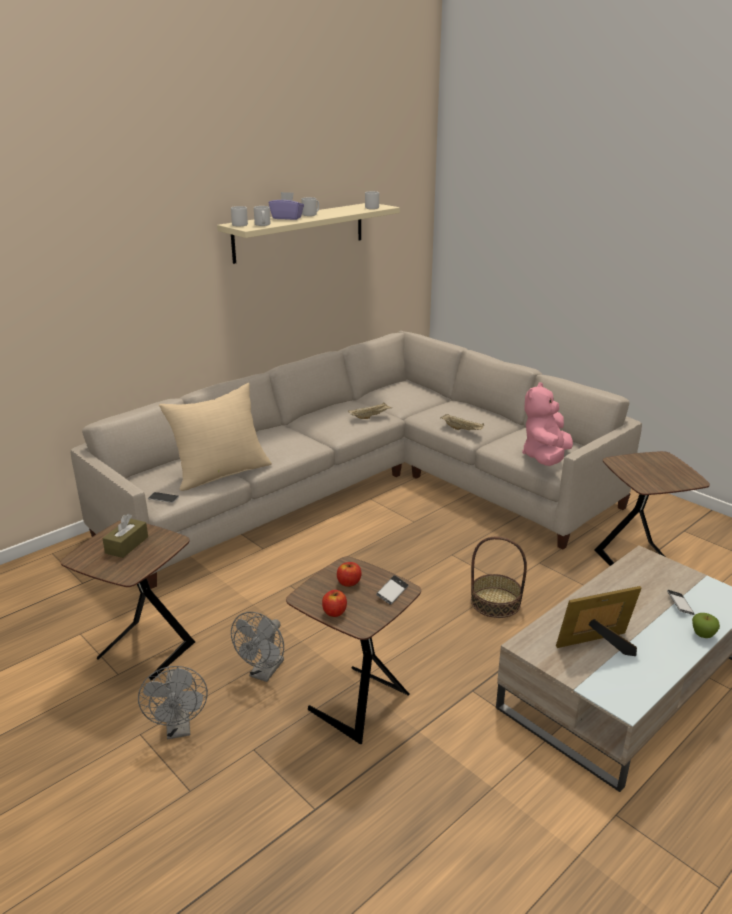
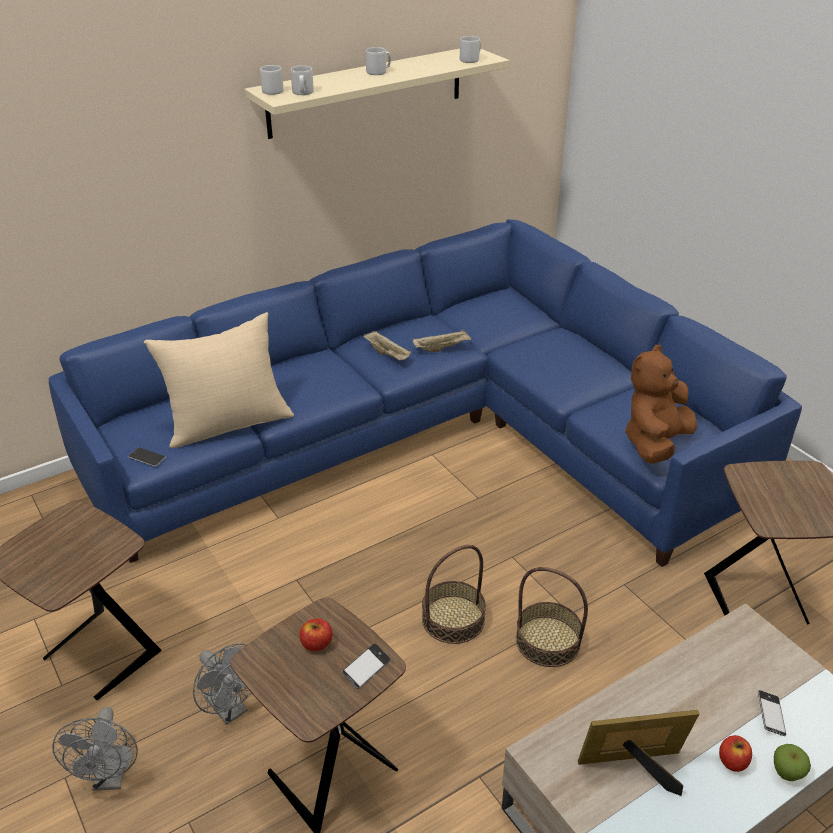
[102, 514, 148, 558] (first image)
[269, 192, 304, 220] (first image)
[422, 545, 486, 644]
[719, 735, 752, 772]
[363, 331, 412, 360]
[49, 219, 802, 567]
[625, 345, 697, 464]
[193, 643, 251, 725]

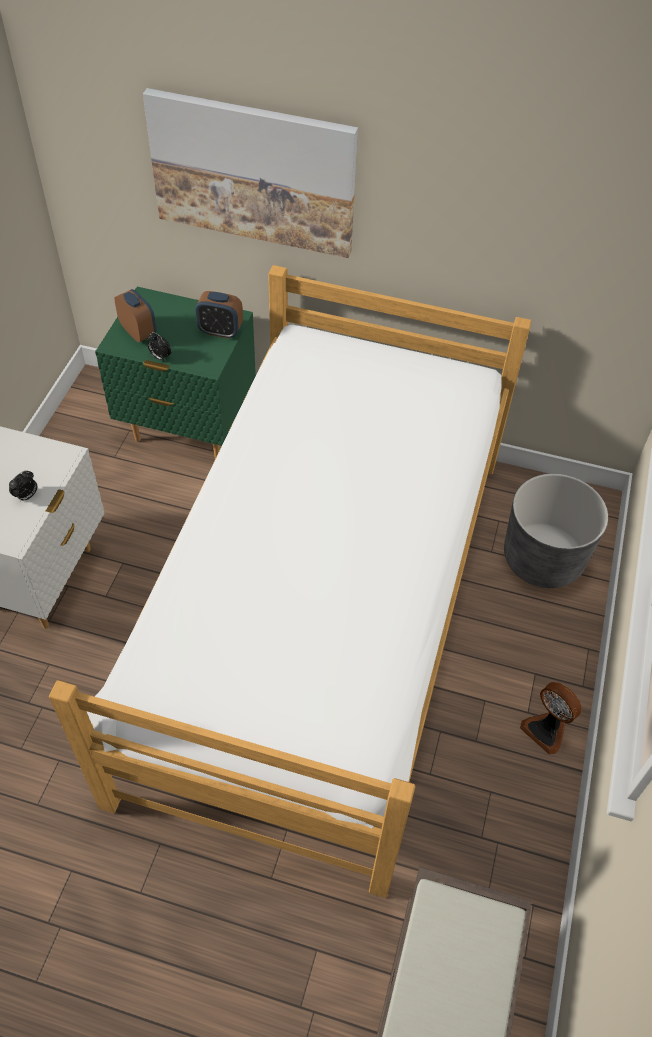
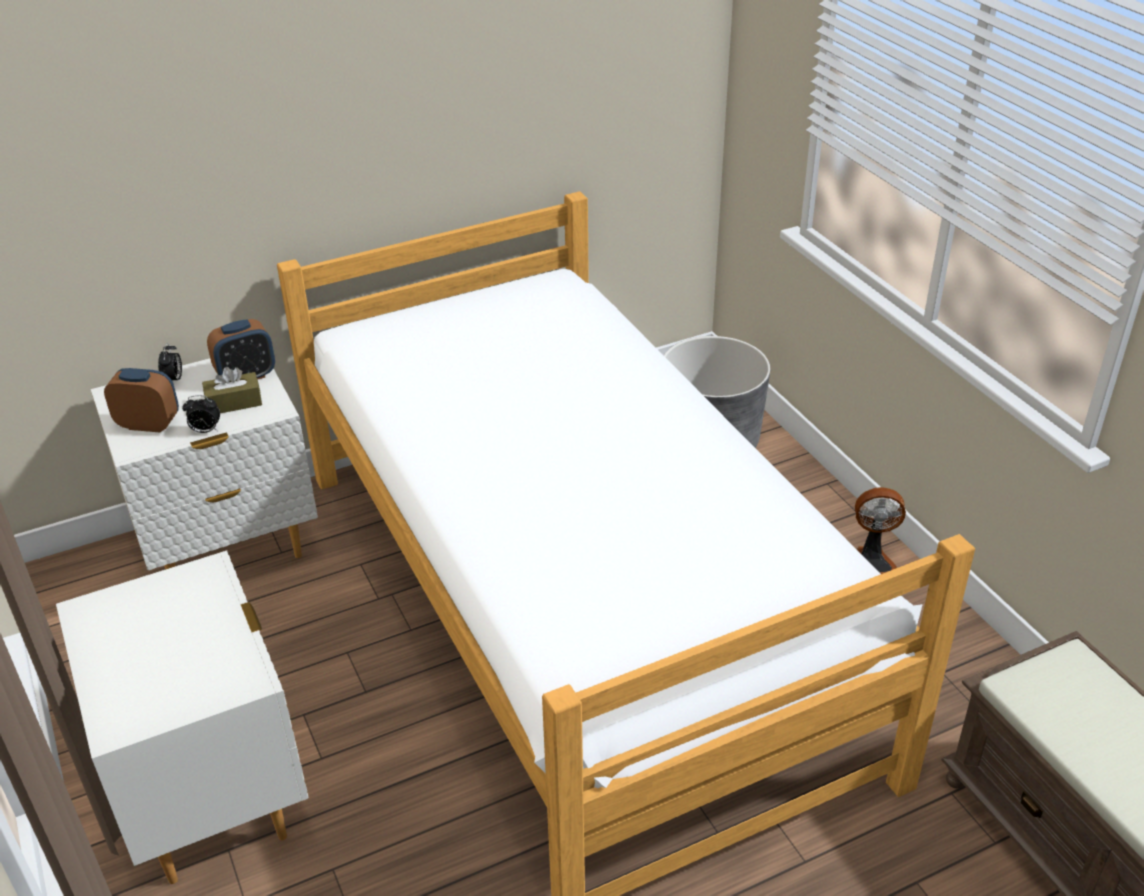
[143, 88, 358, 258] (first image)
[202, 367, 262, 413]
[158, 343, 182, 382]
[91, 358, 318, 570]

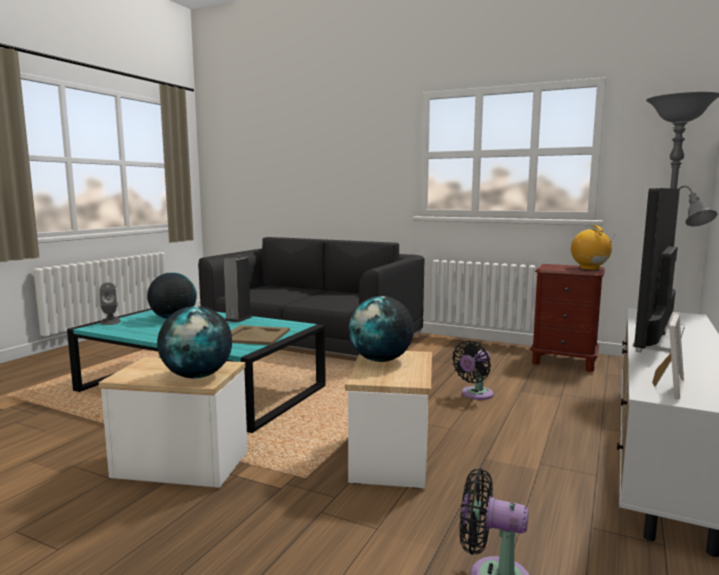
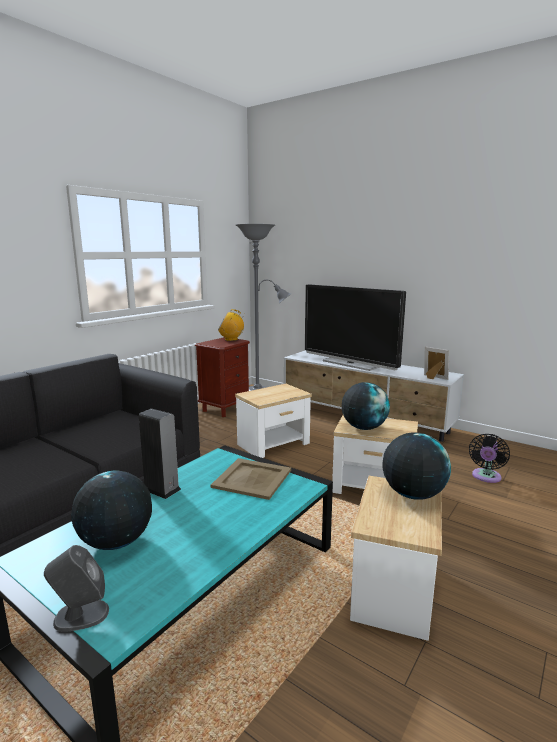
[235, 384, 312, 458]

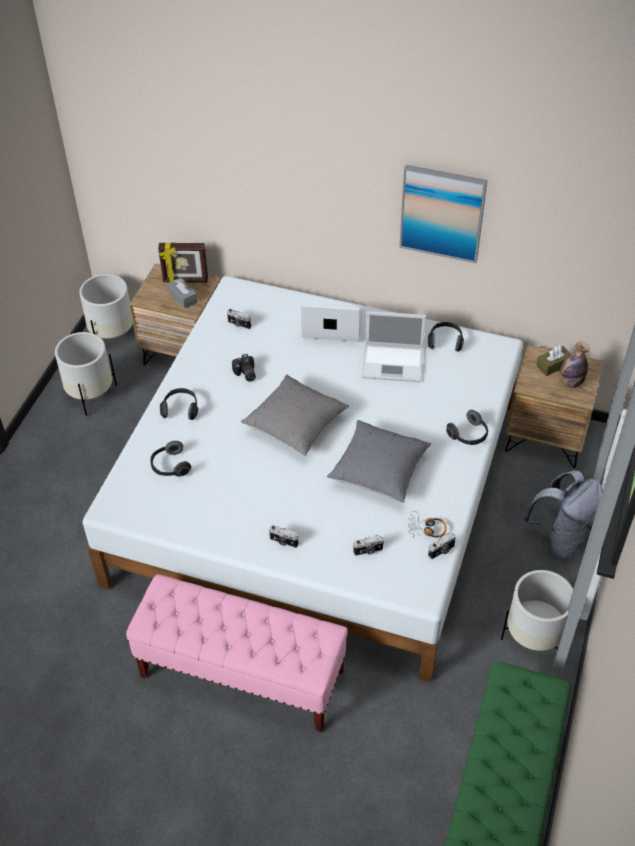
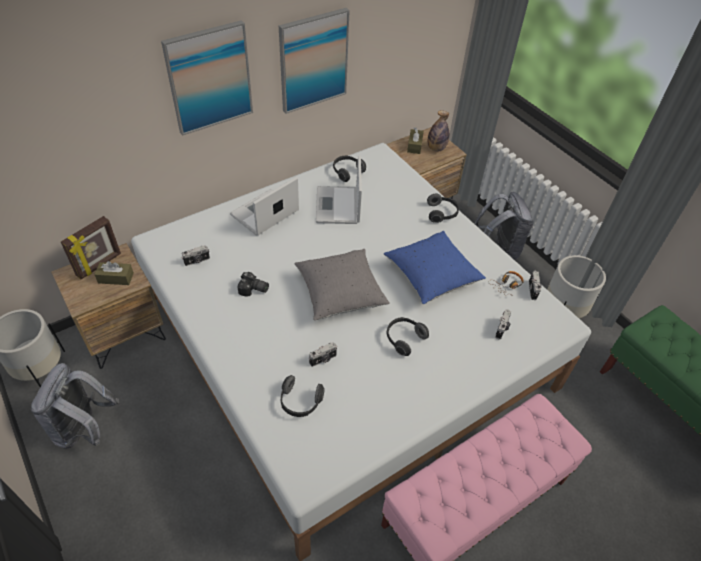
[161, 20, 253, 136]
[386, 317, 429, 356]
[309, 342, 337, 367]
[31, 363, 119, 449]
[94, 261, 134, 285]
[384, 231, 486, 304]
[316, 156, 362, 224]

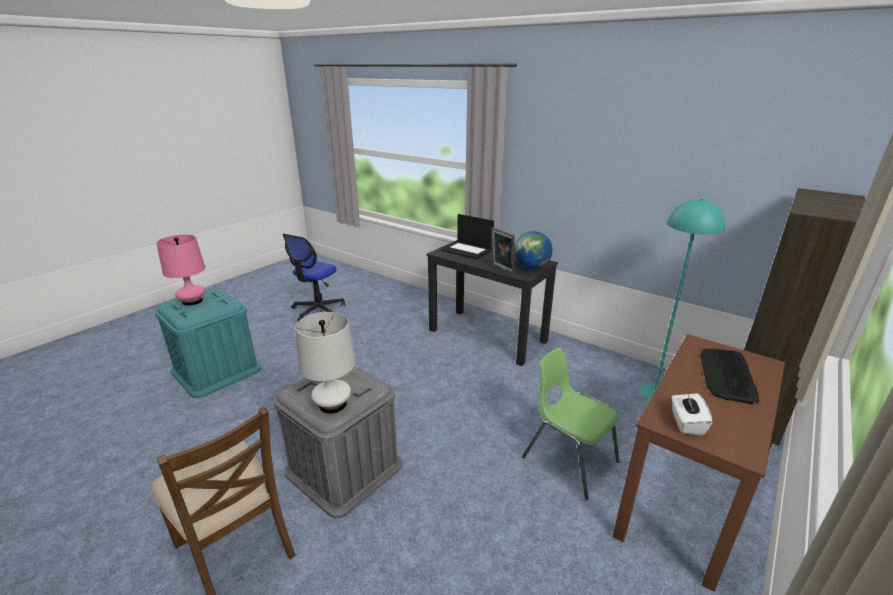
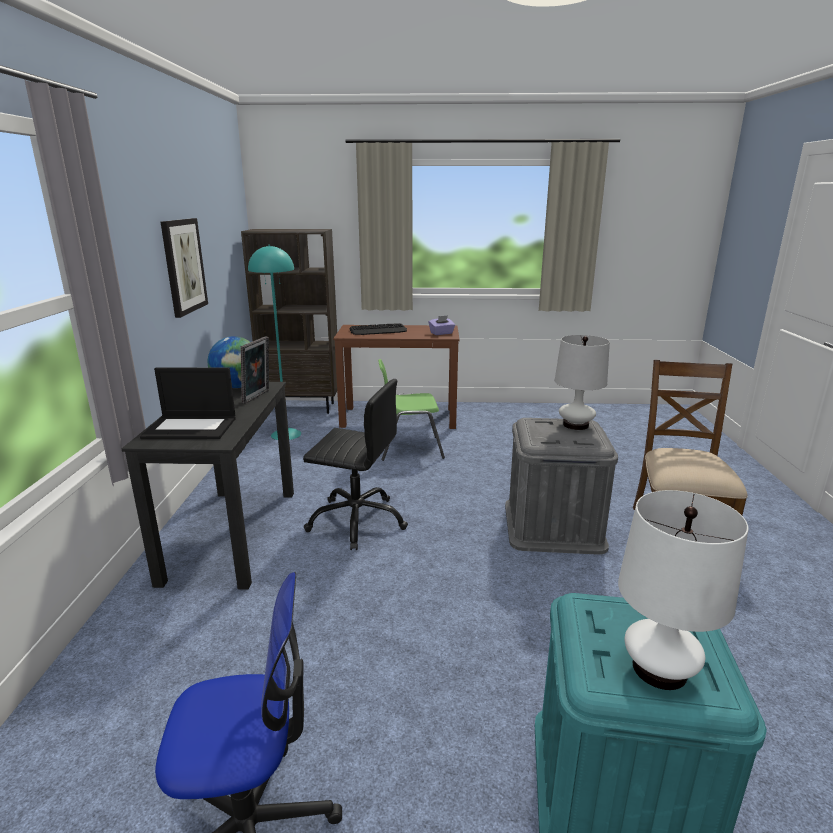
[161, 218, 208, 318]
[303, 379, 408, 550]
[618, 490, 749, 690]
[428, 315, 455, 335]
[140, 367, 236, 439]
[378, 359, 445, 461]

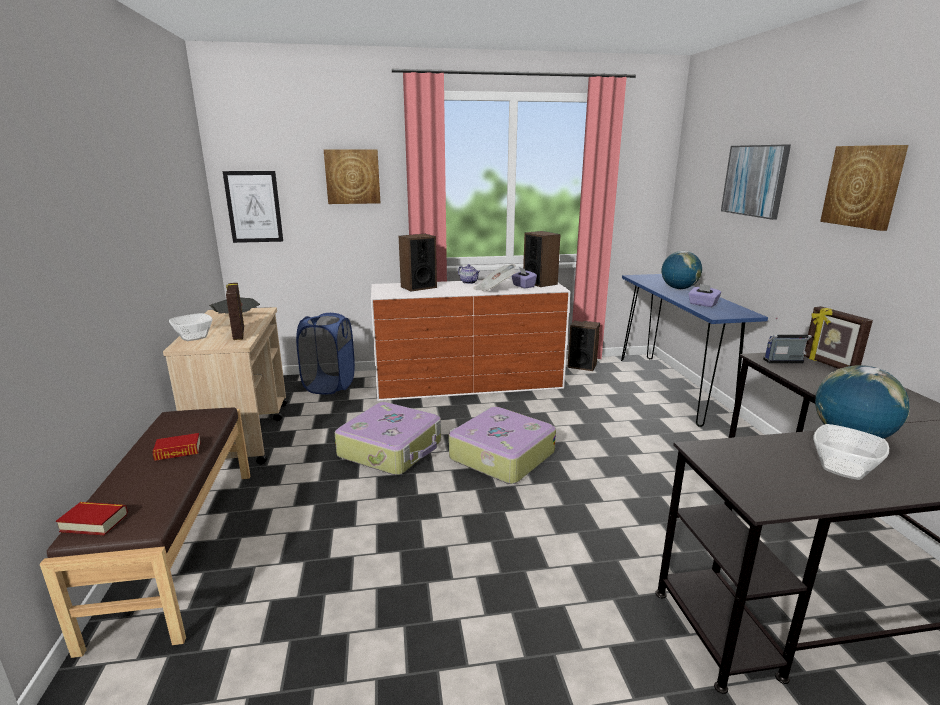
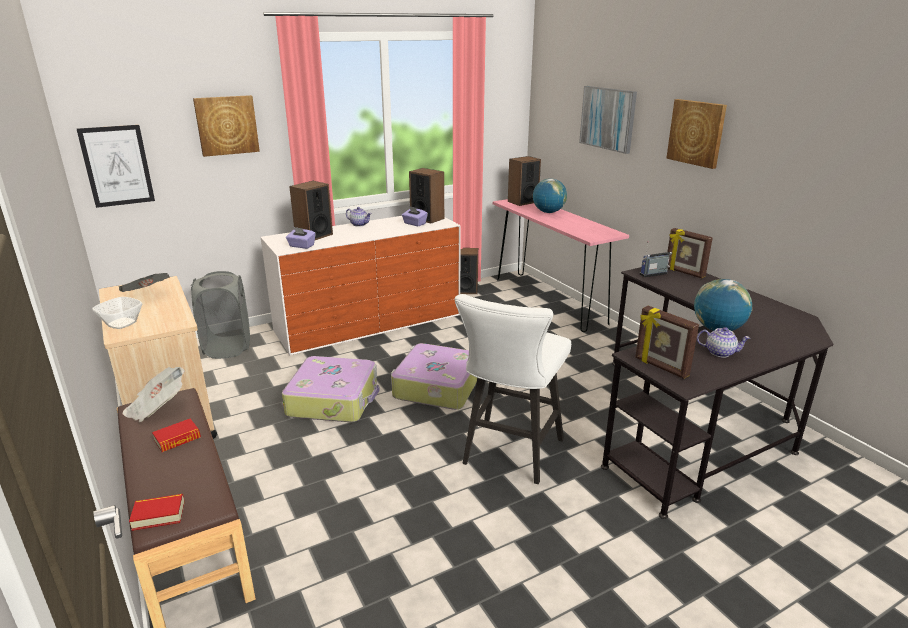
[455, 294, 571, 484]
[508, 156, 541, 206]
[635, 306, 699, 379]
[123, 367, 185, 422]
[286, 227, 316, 249]
[697, 327, 750, 358]
[191, 271, 250, 359]
[493, 199, 629, 332]

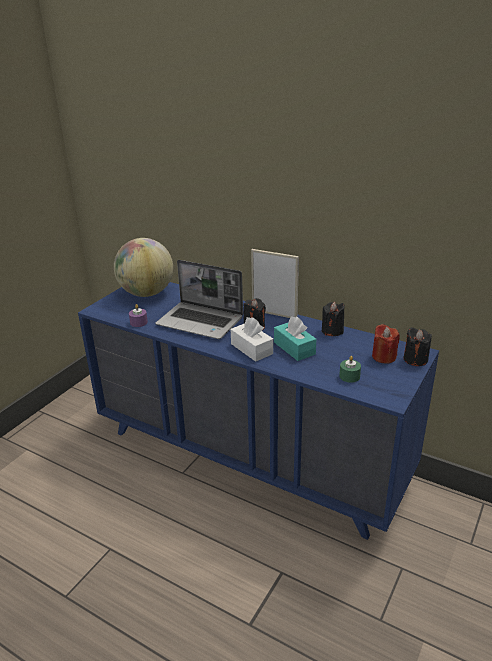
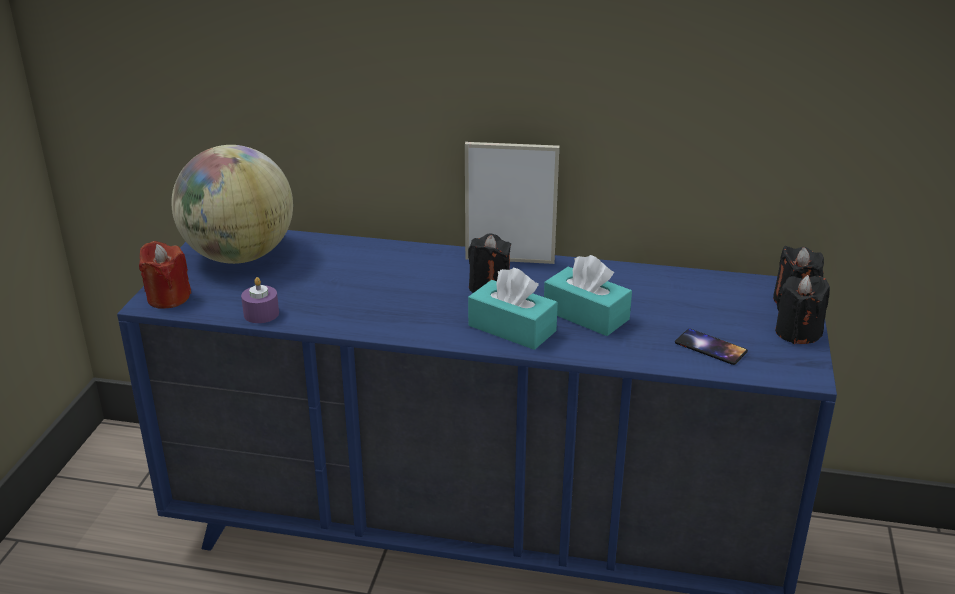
[155, 260, 243, 339] (first image)
[775, 275, 830, 344]
[139, 241, 191, 309]
[675, 329, 748, 365]
[468, 268, 558, 350]

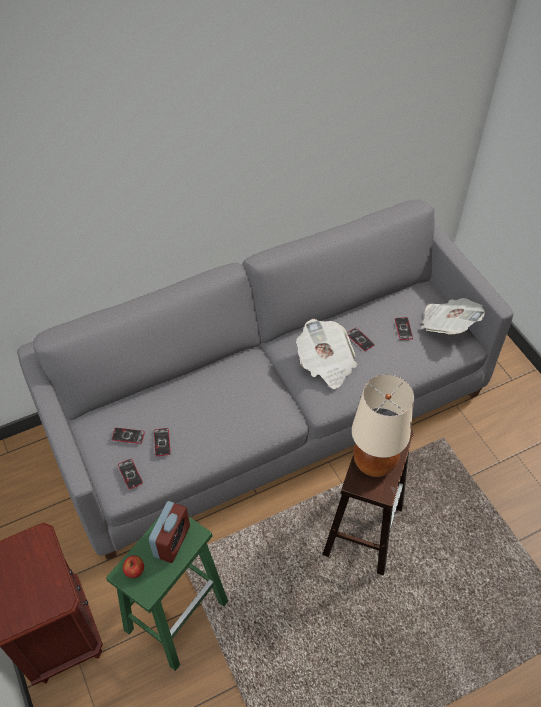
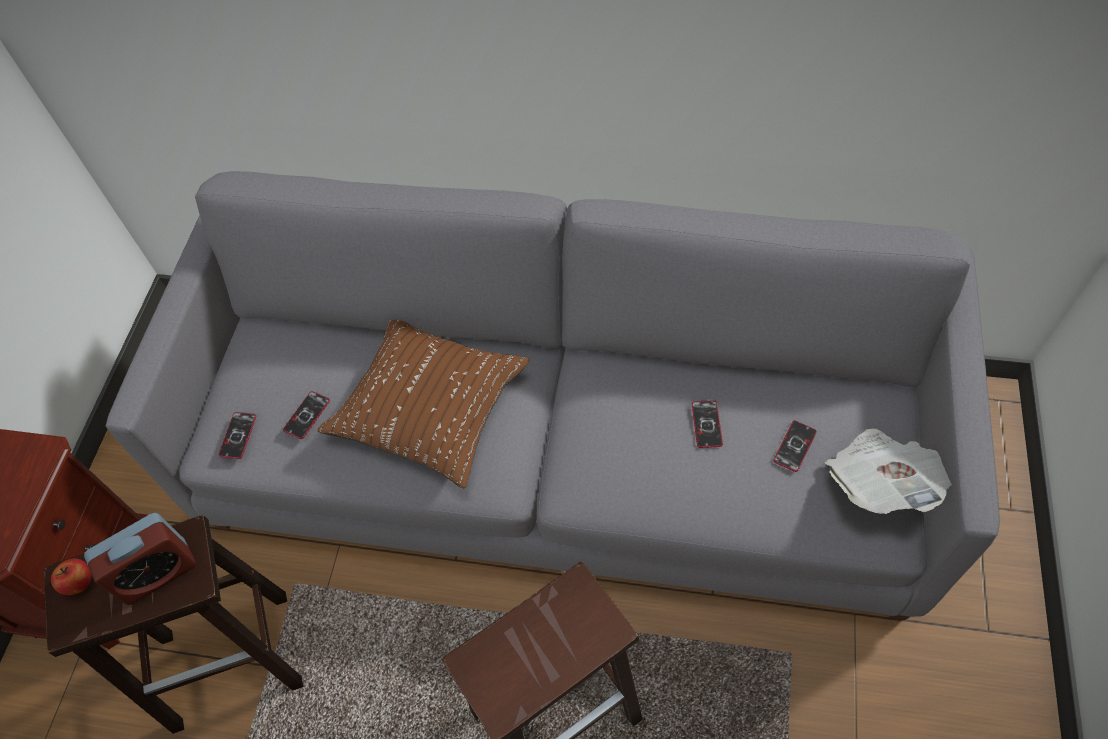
[112, 428, 145, 444] (first image)
[296, 319, 358, 389] (first image)
[352, 374, 414, 477] (first image)
[317, 320, 530, 488]
[44, 515, 303, 734]

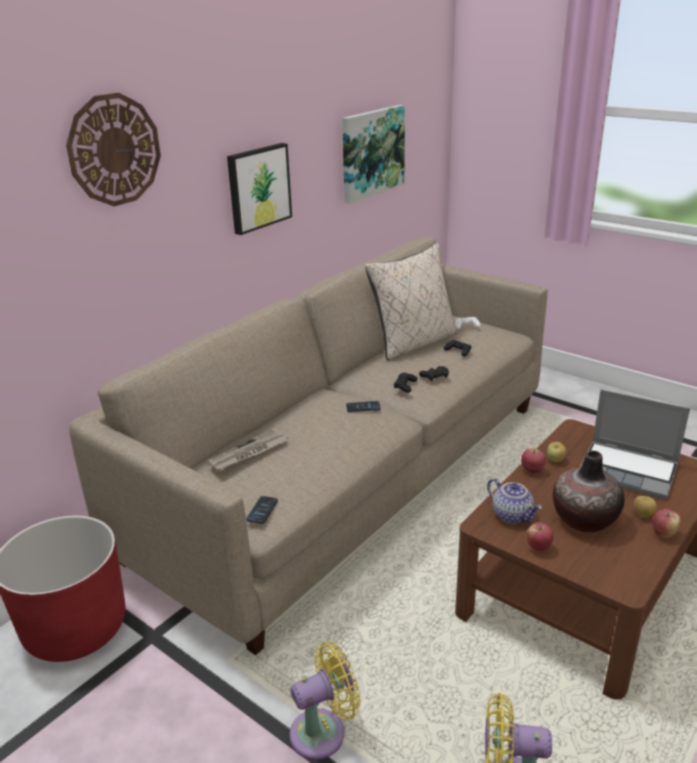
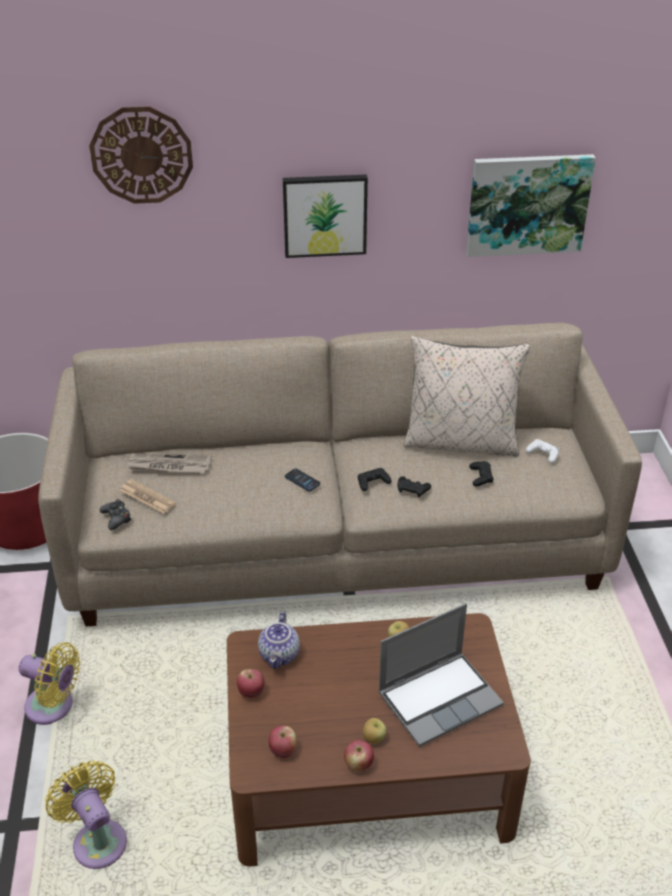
[553, 451, 625, 532] (first image)
[120, 479, 176, 514]
[269, 725, 297, 758]
[100, 499, 132, 530]
[378, 603, 504, 747]

